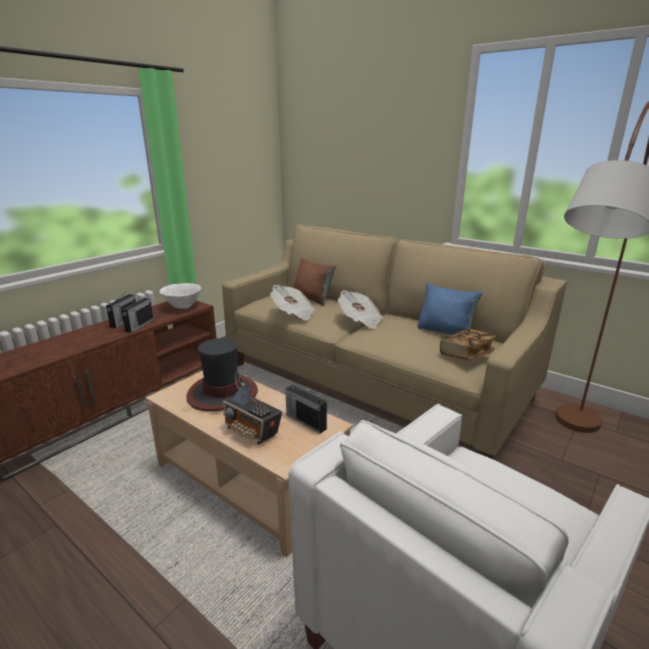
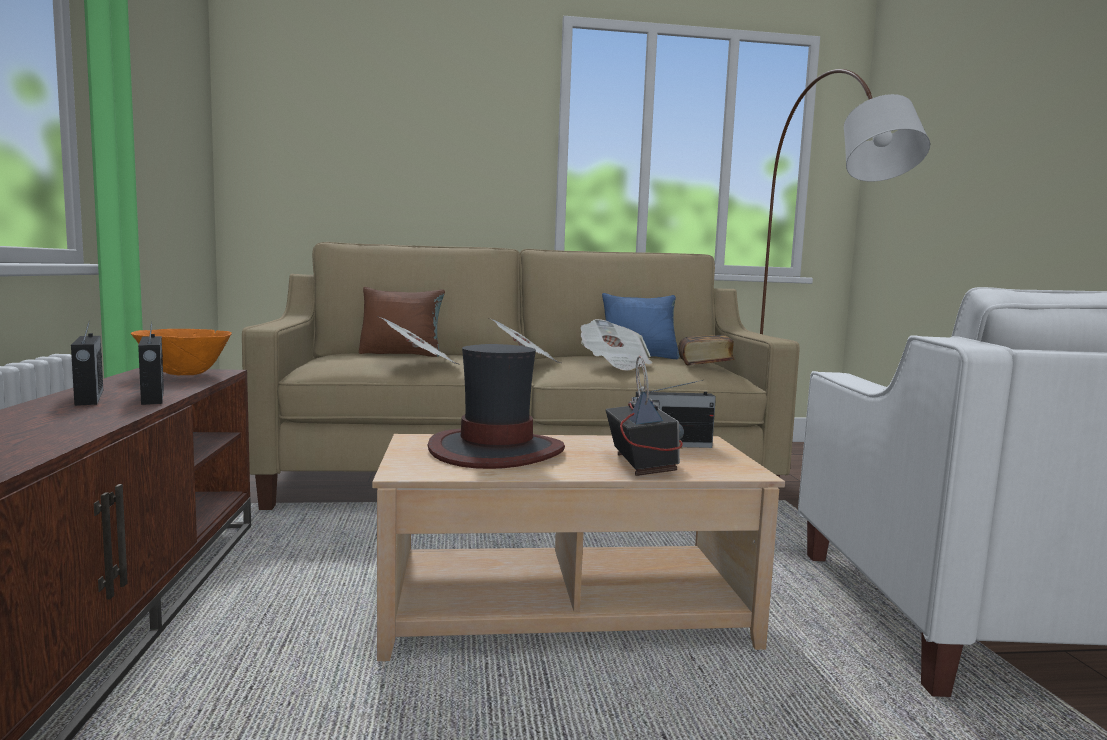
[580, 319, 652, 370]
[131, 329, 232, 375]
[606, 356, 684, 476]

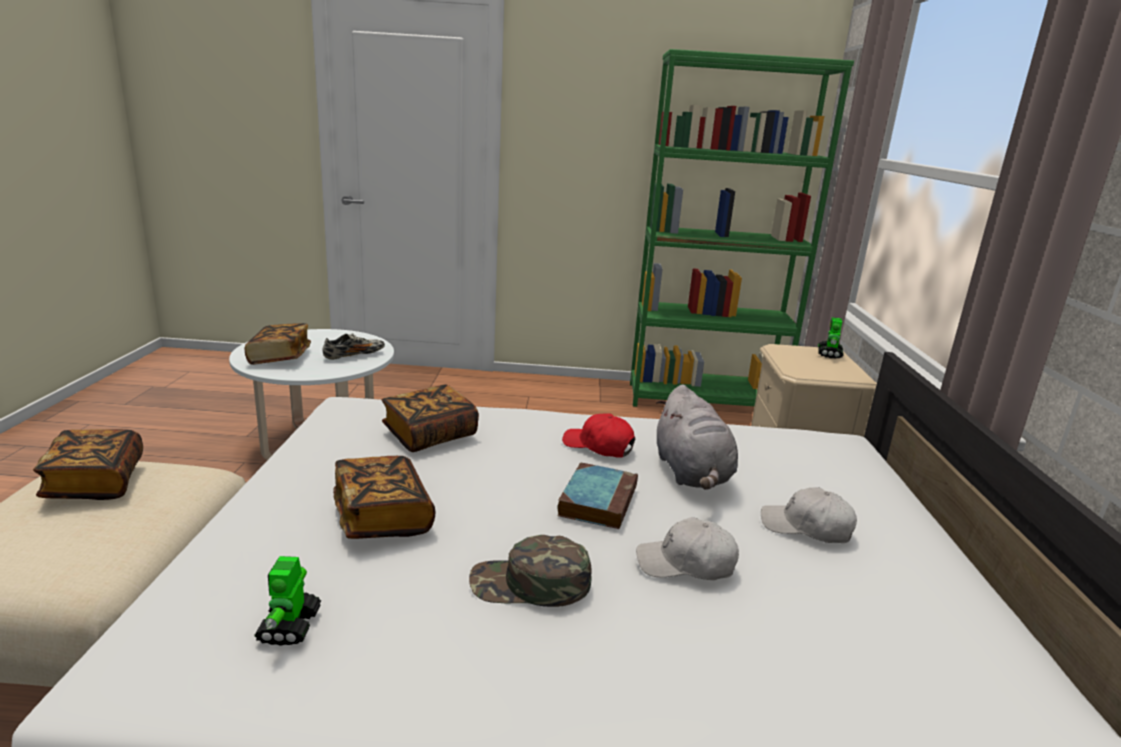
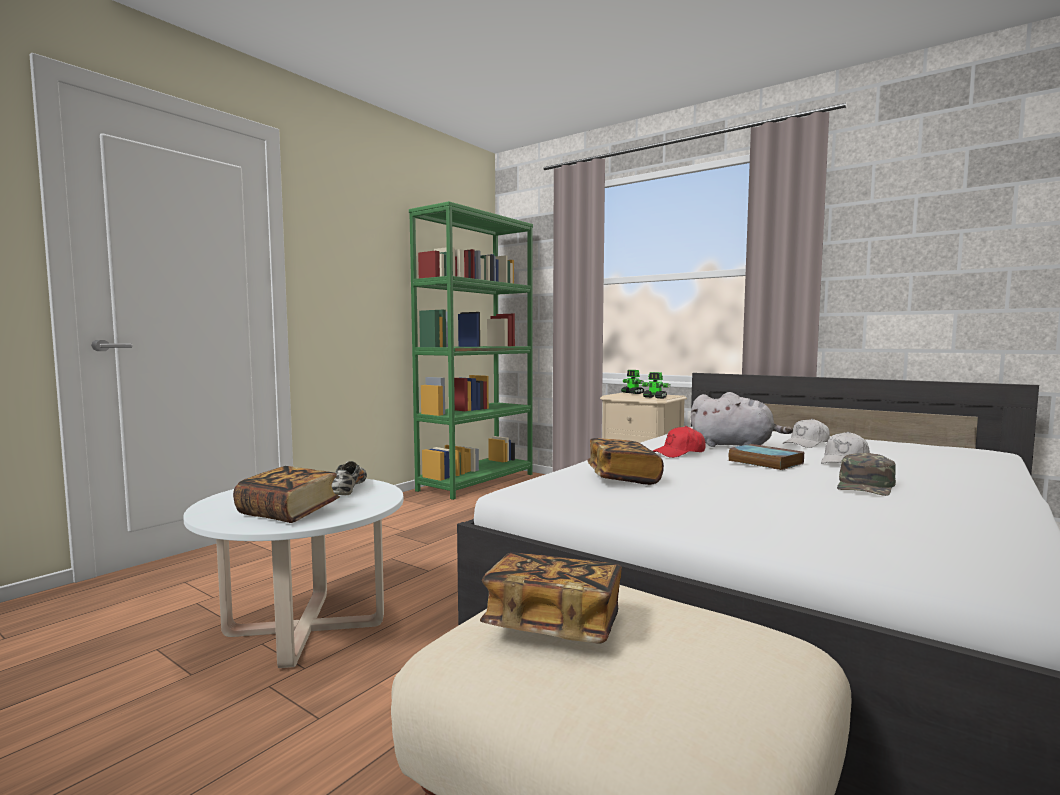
[333, 456, 436, 539] (first image)
[641, 372, 670, 399]

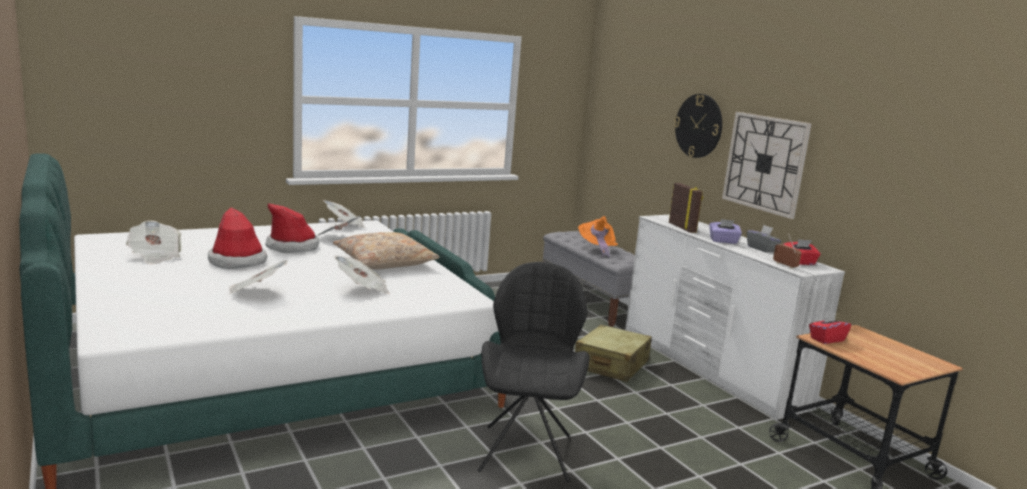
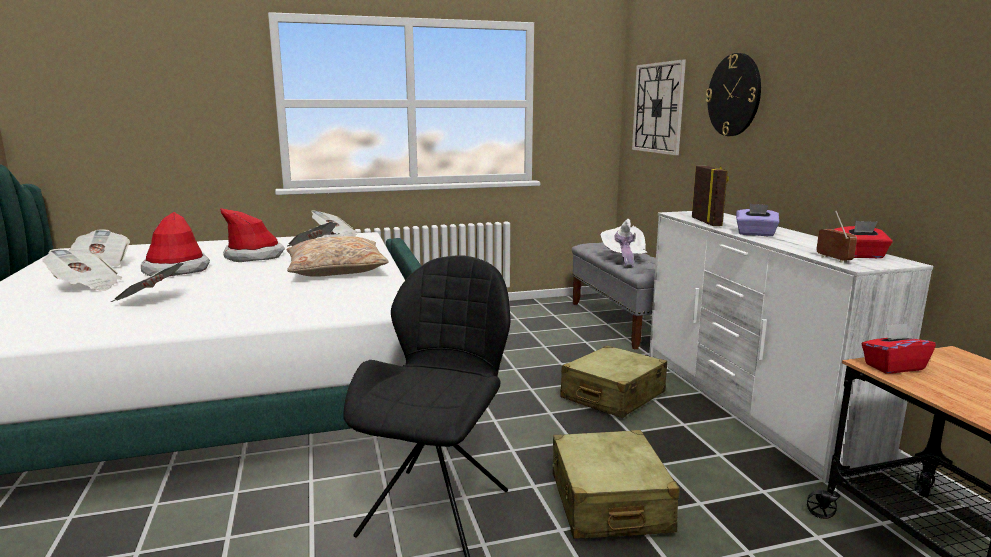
[747, 225, 782, 253] (first image)
[552, 430, 680, 539]
[42, 249, 122, 291]
[632, 60, 686, 155]
[600, 219, 647, 267]

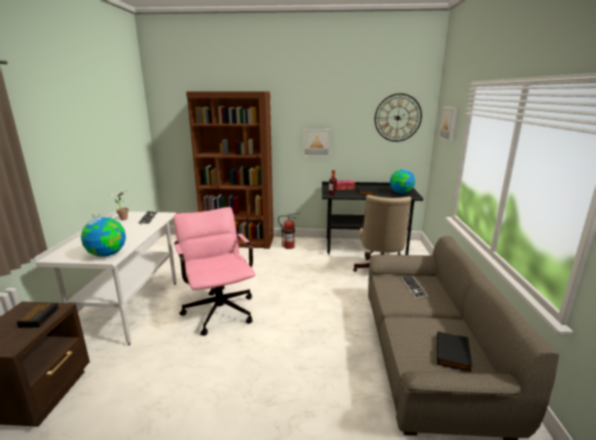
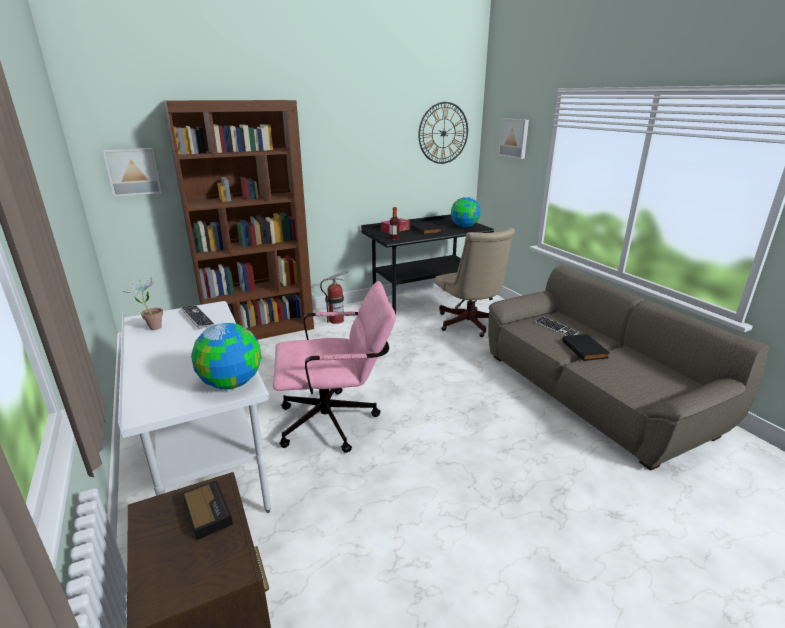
[103, 148, 162, 197]
[562, 334, 610, 361]
[273, 281, 396, 453]

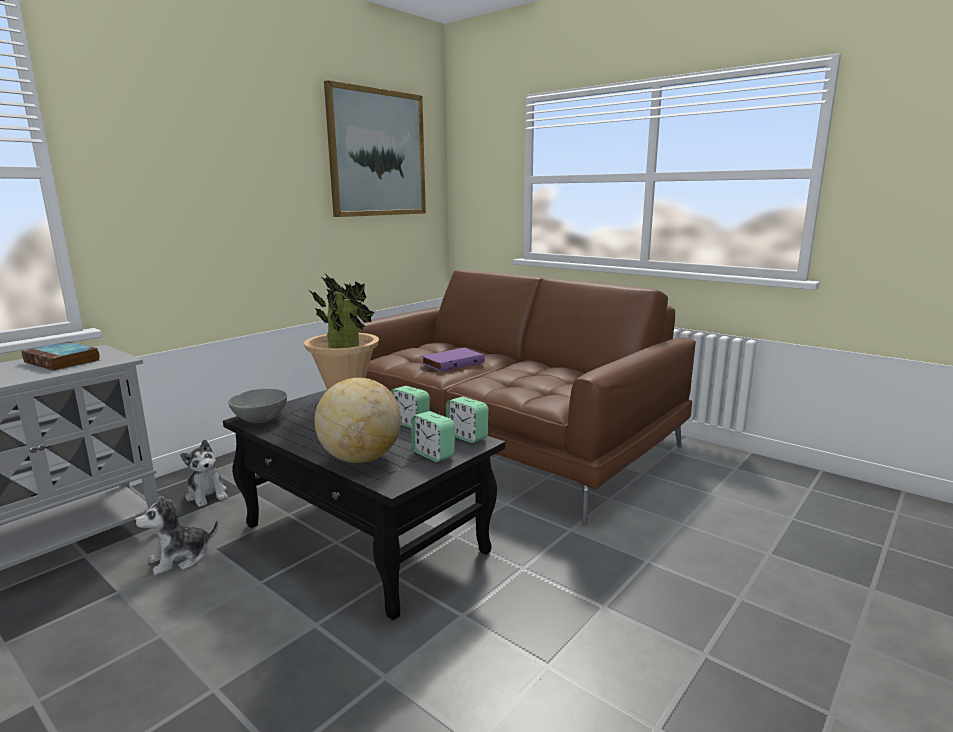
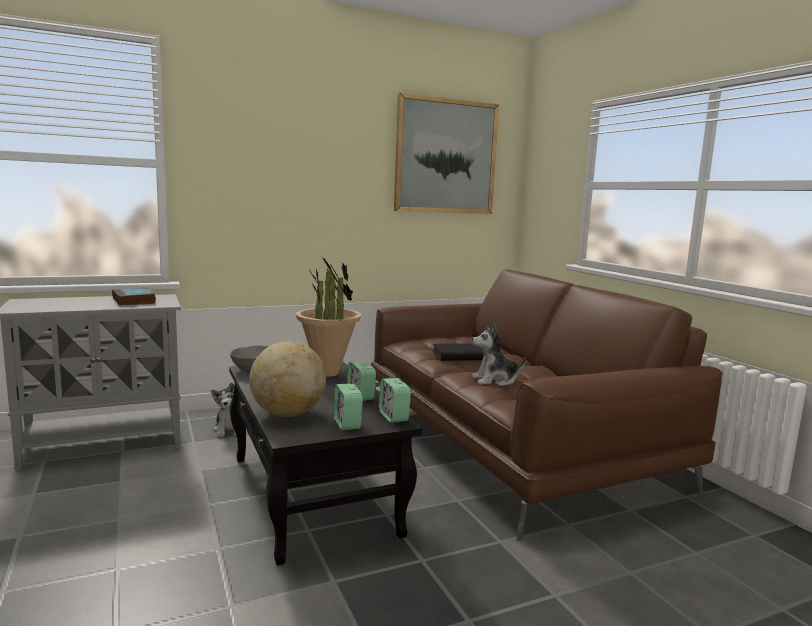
[472, 323, 526, 386]
[432, 343, 484, 361]

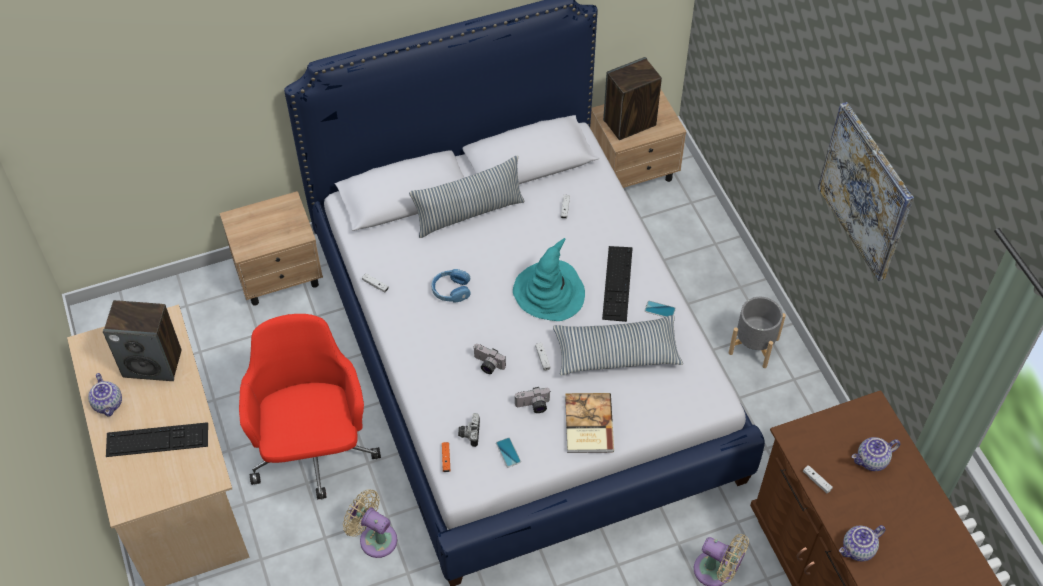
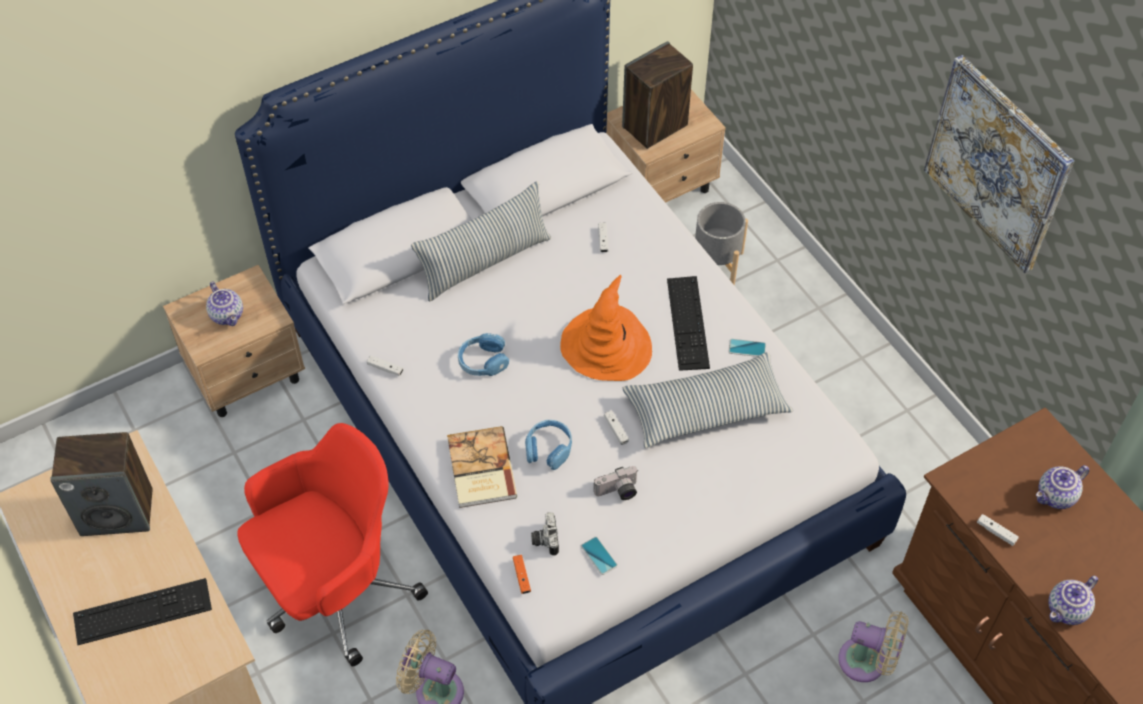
[206, 281, 243, 326]
[447, 426, 517, 508]
[695, 202, 748, 285]
[525, 420, 572, 470]
[560, 275, 652, 381]
[237, 423, 428, 666]

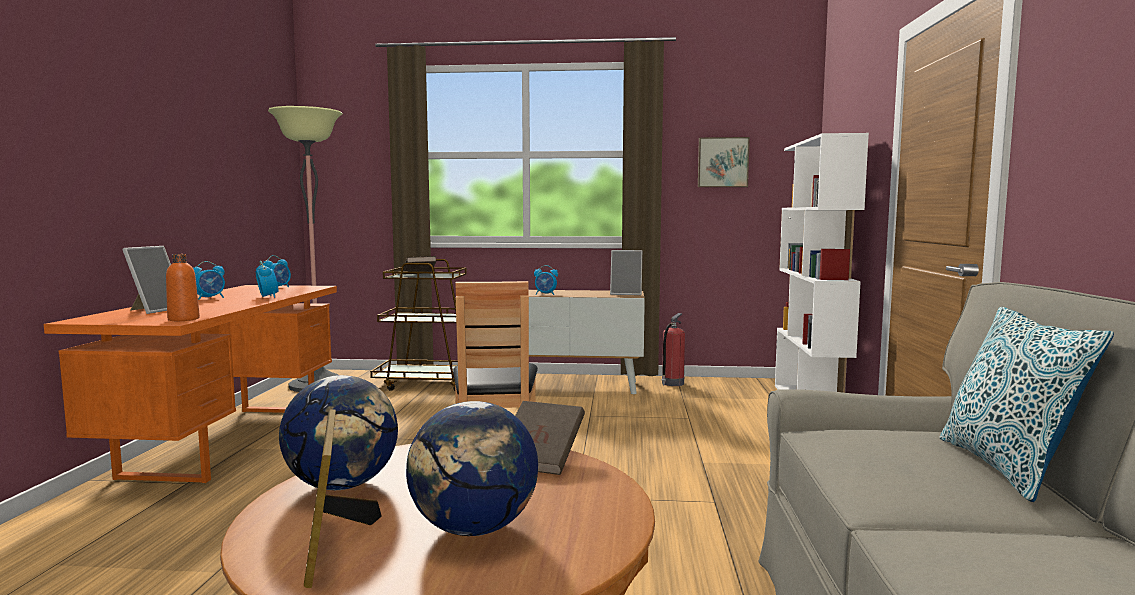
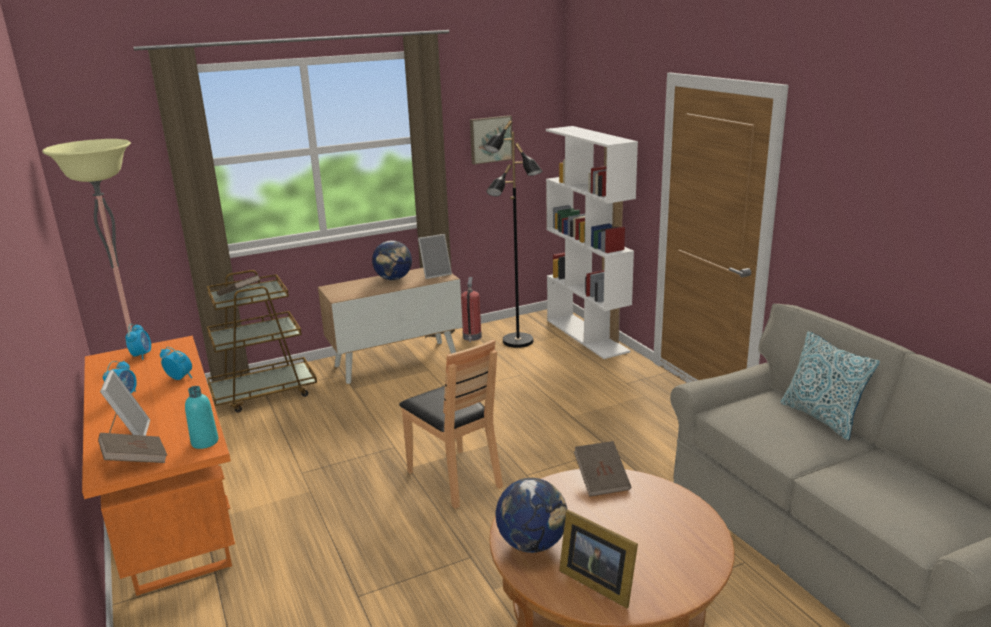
[534, 265, 558, 295] (first image)
[98, 433, 167, 463]
[484, 120, 542, 348]
[372, 241, 412, 280]
[185, 386, 218, 449]

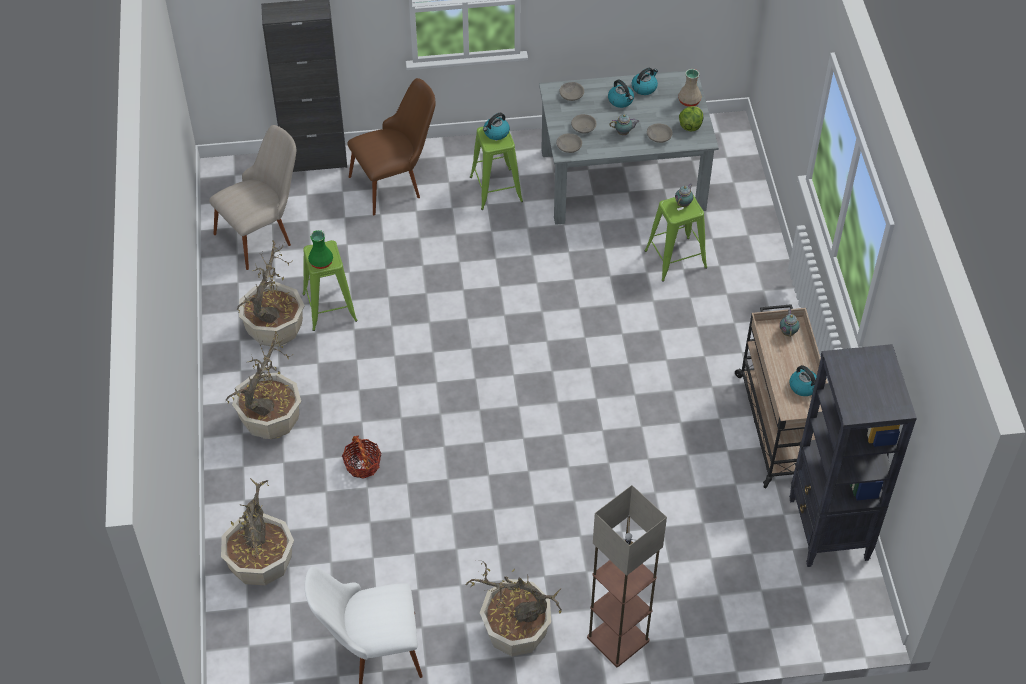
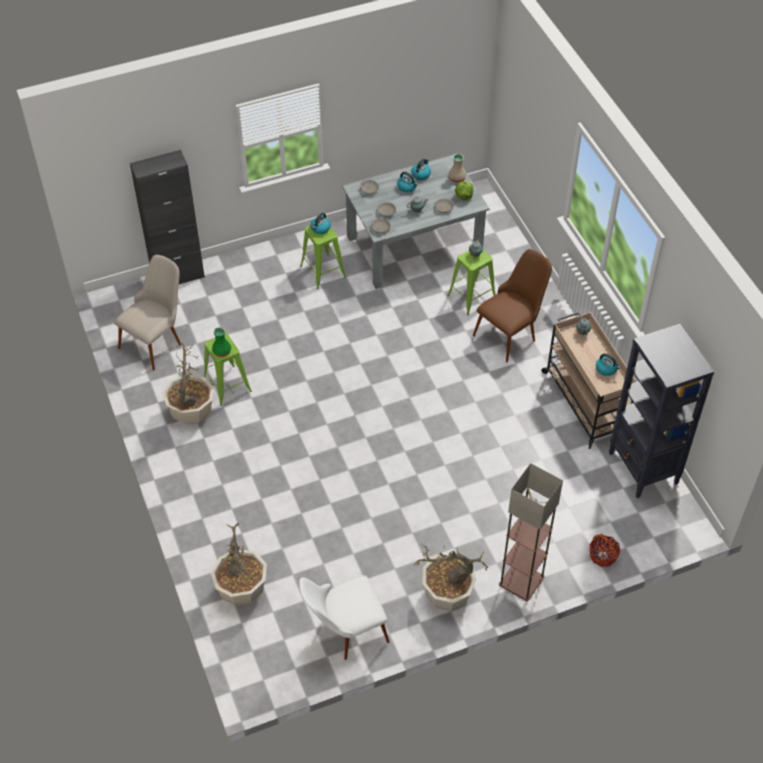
[226, 331, 301, 439] (first image)
[589, 534, 620, 567]
[473, 249, 552, 362]

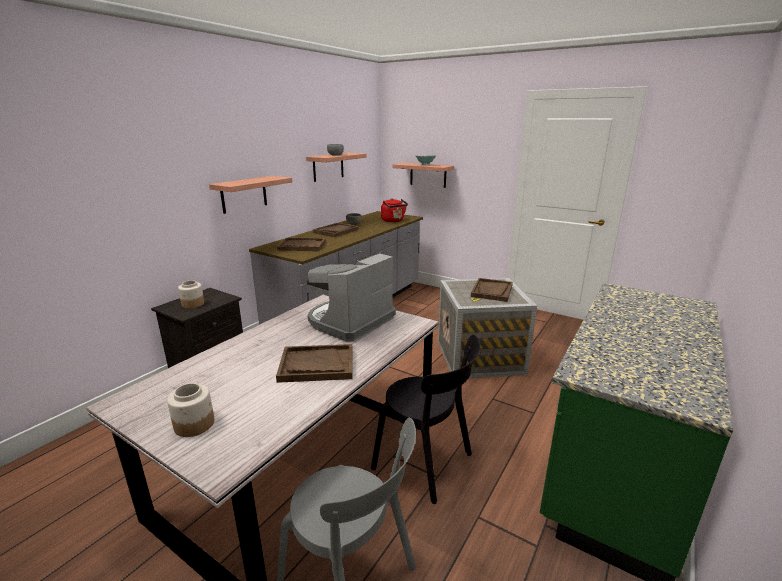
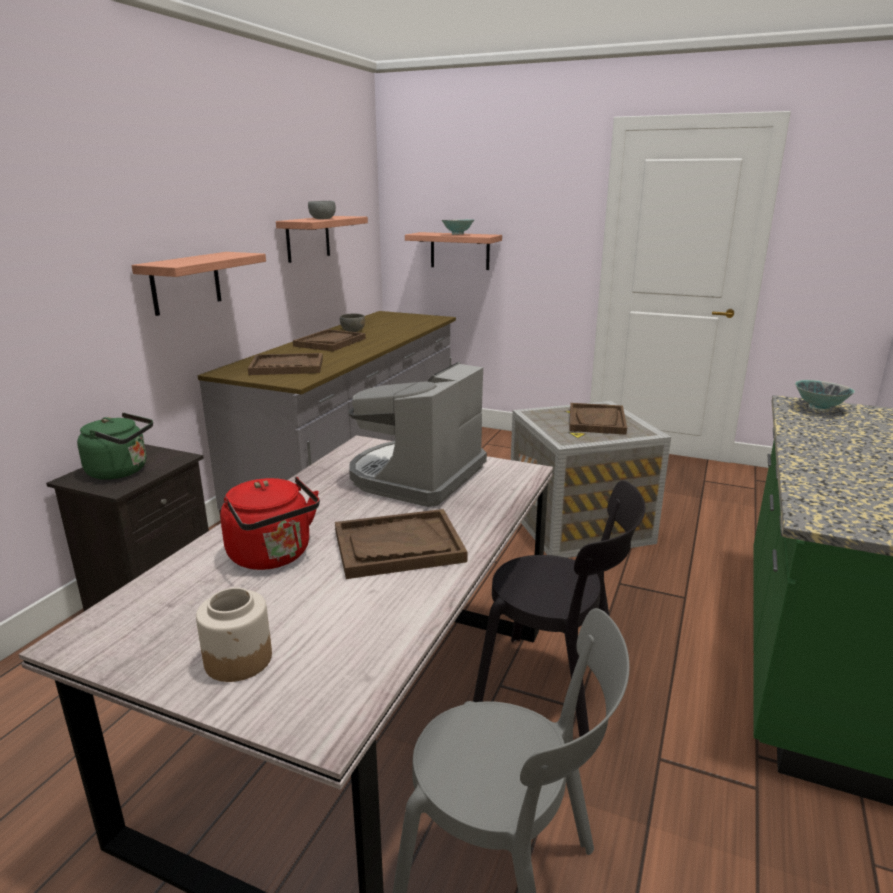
[795, 380, 855, 412]
[220, 476, 320, 570]
[77, 413, 153, 480]

